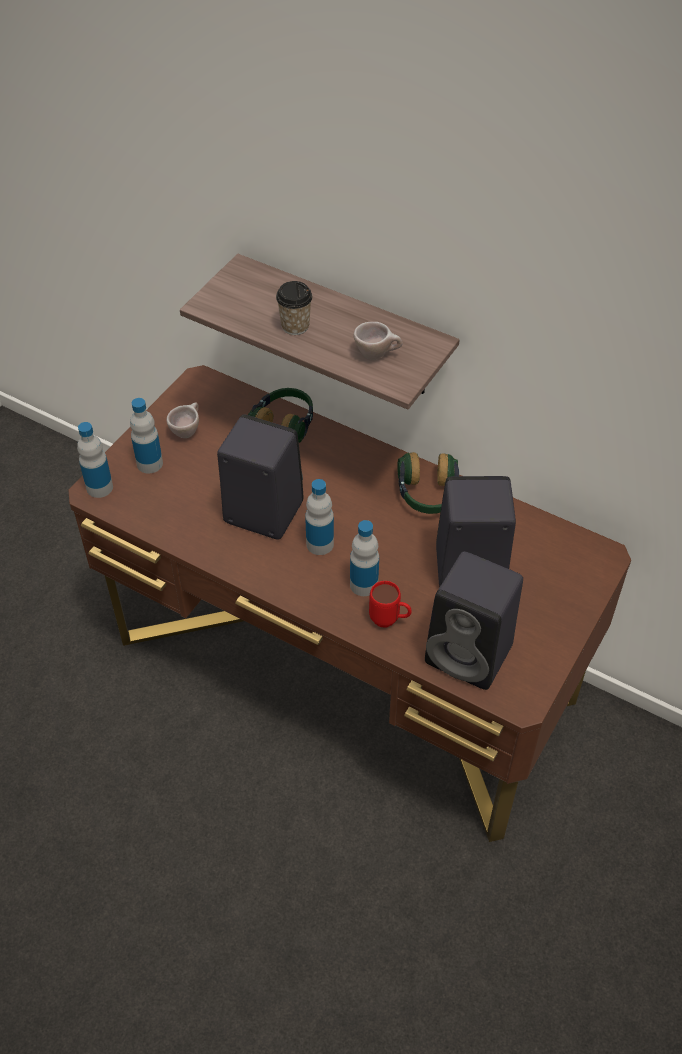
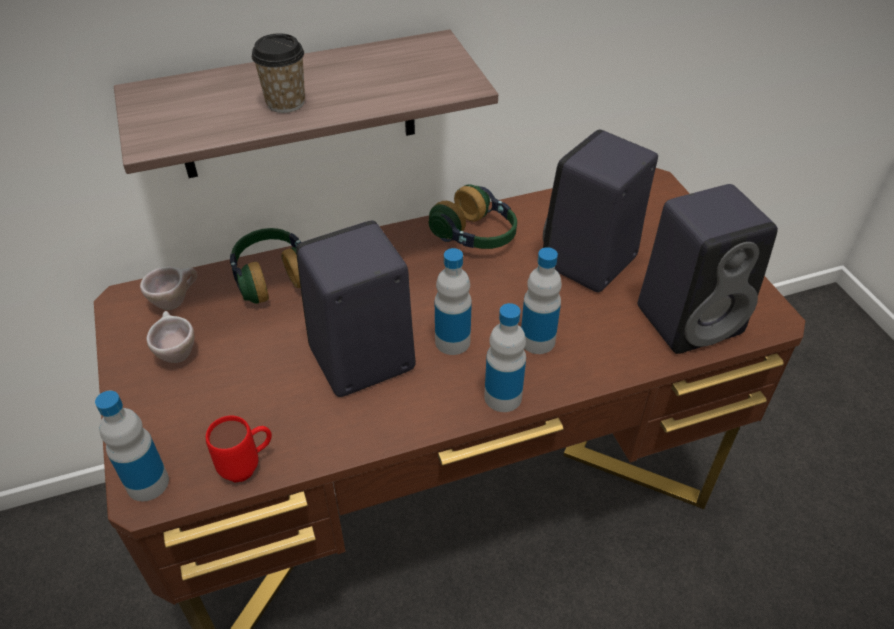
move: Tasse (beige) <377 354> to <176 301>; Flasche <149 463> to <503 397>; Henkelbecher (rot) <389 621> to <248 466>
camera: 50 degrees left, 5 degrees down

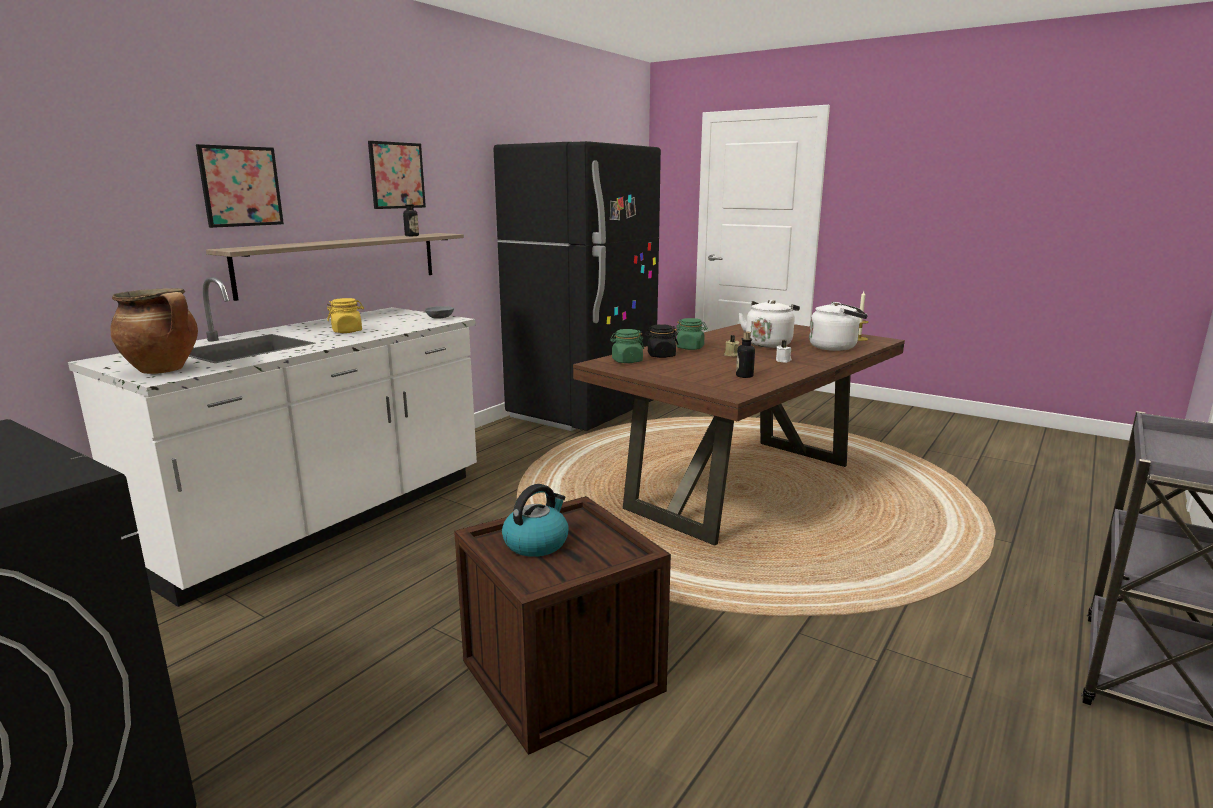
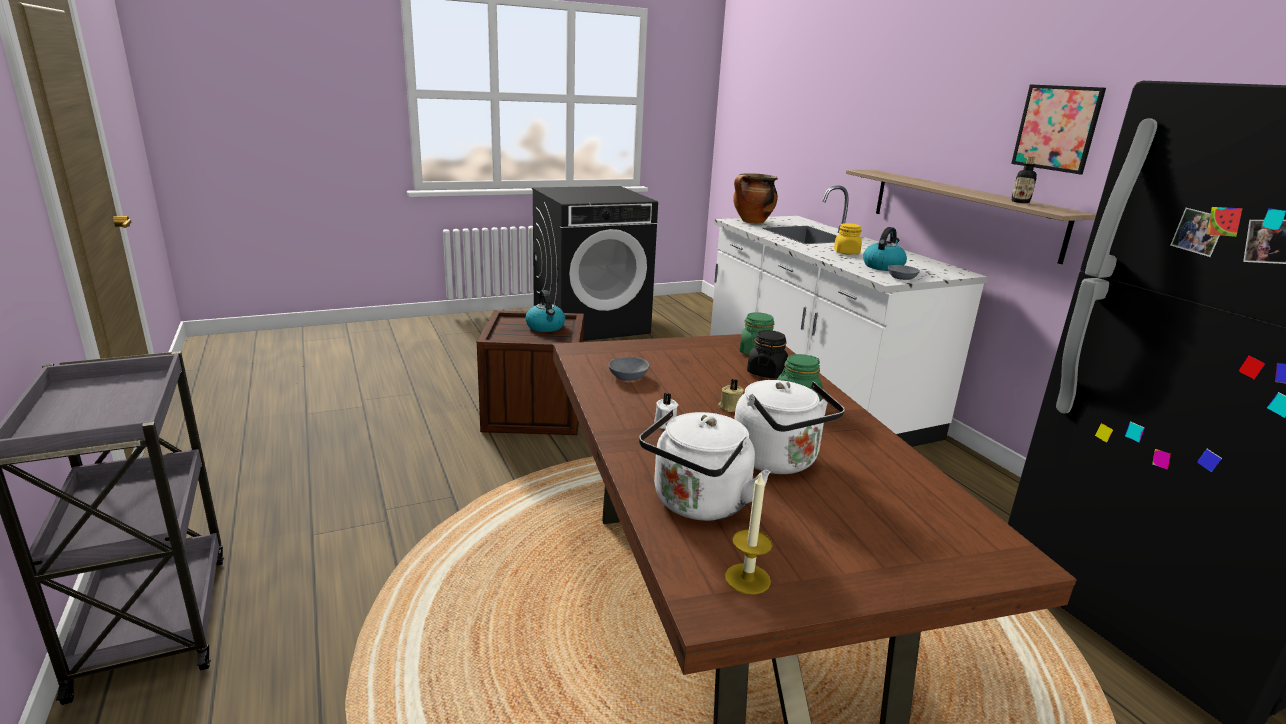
delete: Bild <241 186>
insert: Wasserkessel <883 266>
replace: Flasche <744 376> to Schüssel (grau) <627 376>
camera: 120 degrees right, 5 degrees up

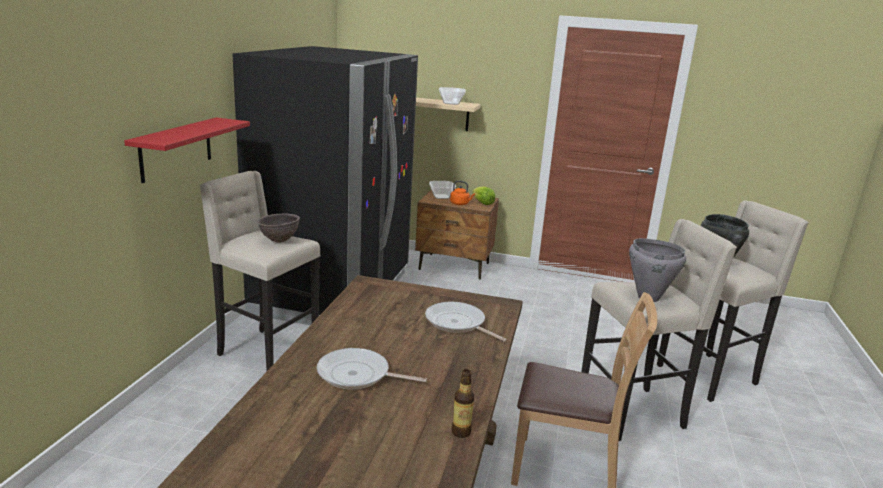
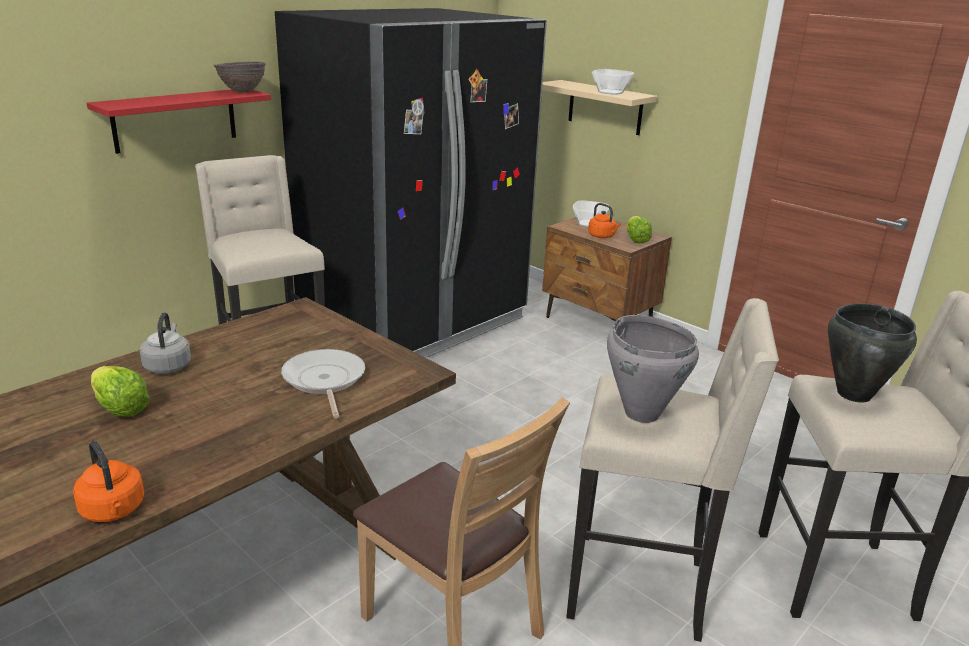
insert: Wasserkessel (grau) <168 365>
move: Schüssel (braun) <279 241> to <242 92>
replace: Pfanne <357 375> to Salatkopf <120 409>; Flasche <461 432> to Wasserkessel (orange) <114 511>
camera: 30 degrees right, 5 degrees up

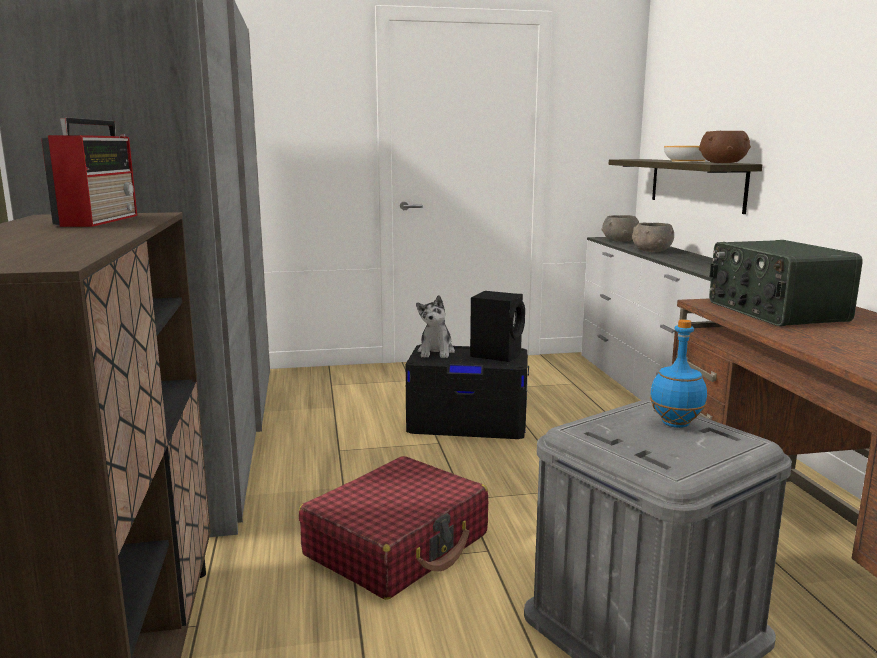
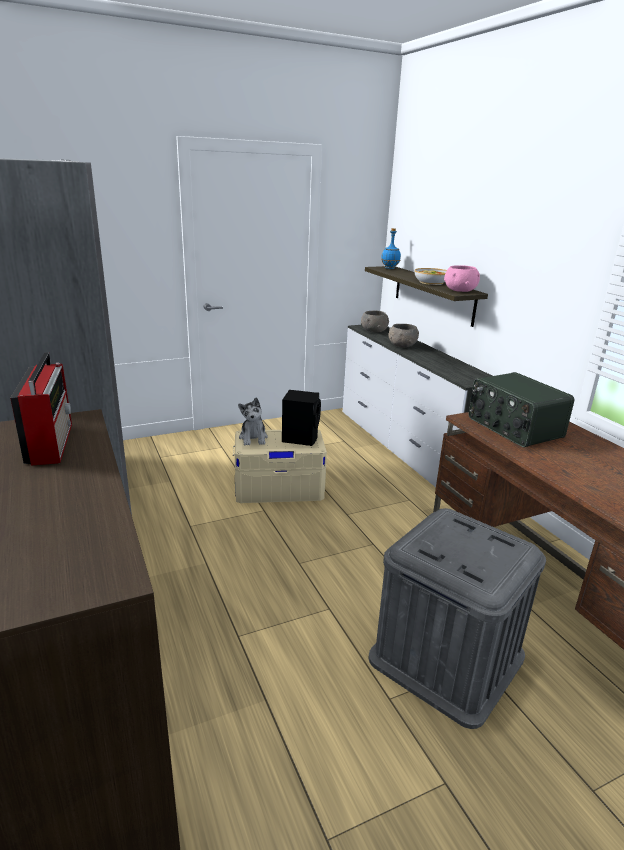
delete: Koffer (rot) <398 545>
move: Flasche (blau) <675 424> to <389 268>
recolor: Schüssel (braun) <722 163> to Schüssel (rosa) <460 290>; Aufbewahrungsbox (schwarz) <467 422> to Aufbewahrungsbox (beige) <279 487>
camera: 15 degrees left, 10 degrees up

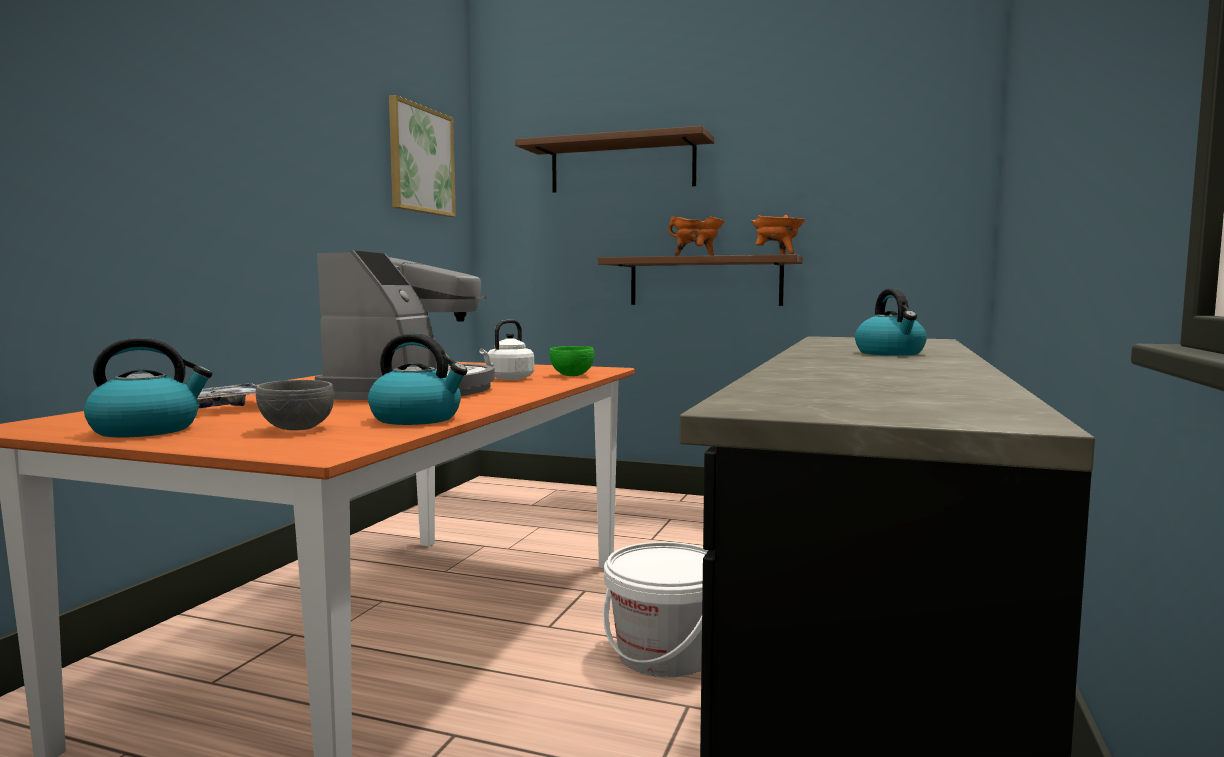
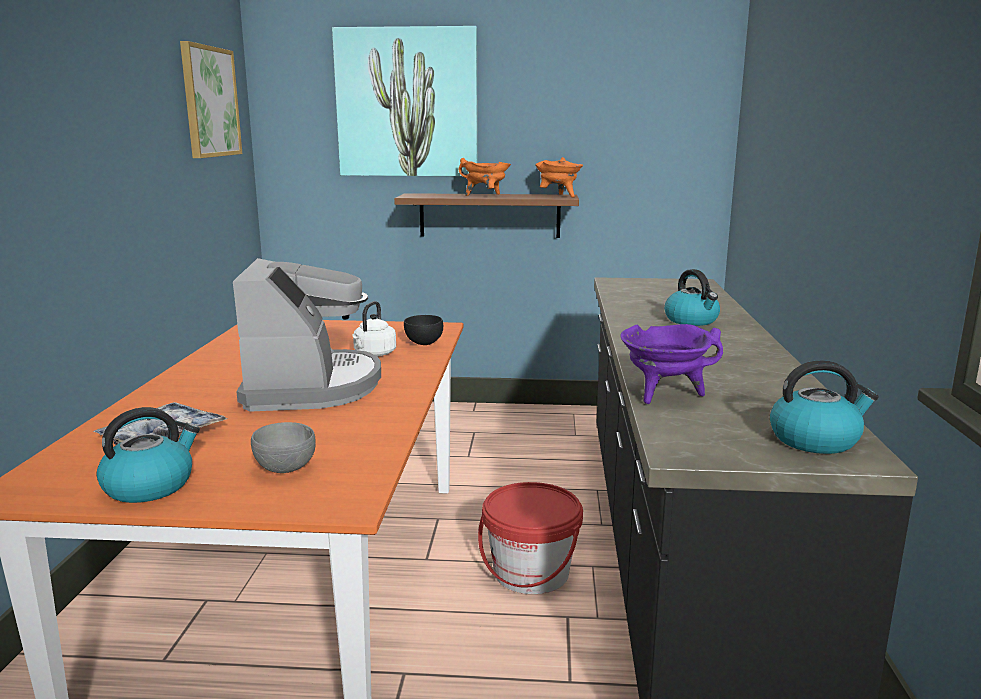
insert: Kochtopf (lila) <664 394>
move: Wasserkessel <417 419> to <815 440>
replace: Wandregal (braun) <622 166> to Bild <407 103>
recolor: Schüssel (grün) <572 375> to Schüssel (schwarz) <424 343>; Eimer (weiß) <665 655> to Eimer (rot) <531 573>
camera: 15 degrees left, 10 degrees up

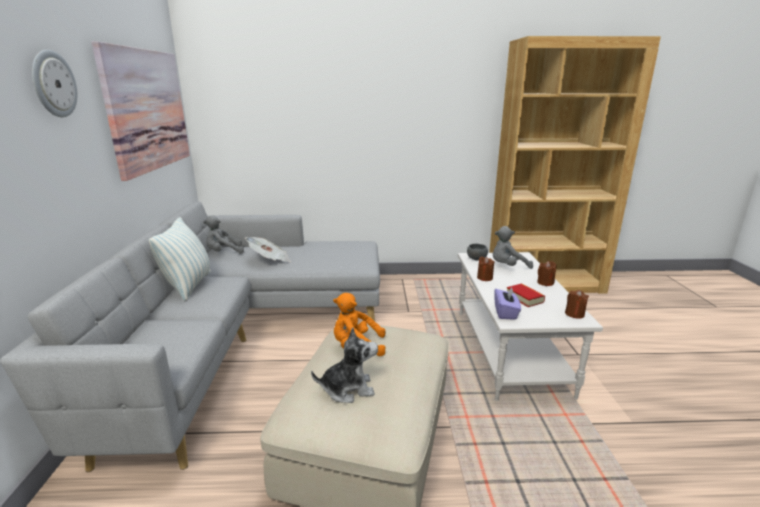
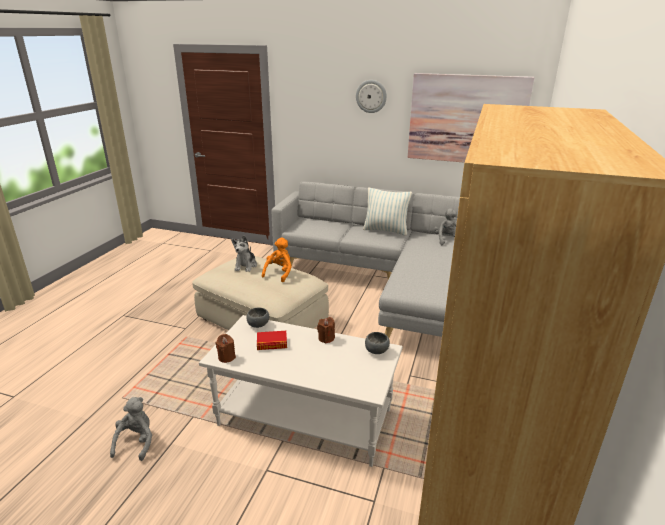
delete: Zeitung <270 260>; Kerze (braun) <545 283>
move: Plüschtier (grau) <508 266> to <136 442>
replace: Taschentuchbox (lila) <505 313> to Schüssel (grau) <259 325>
camera: 110 degrees right, 5 degrees up

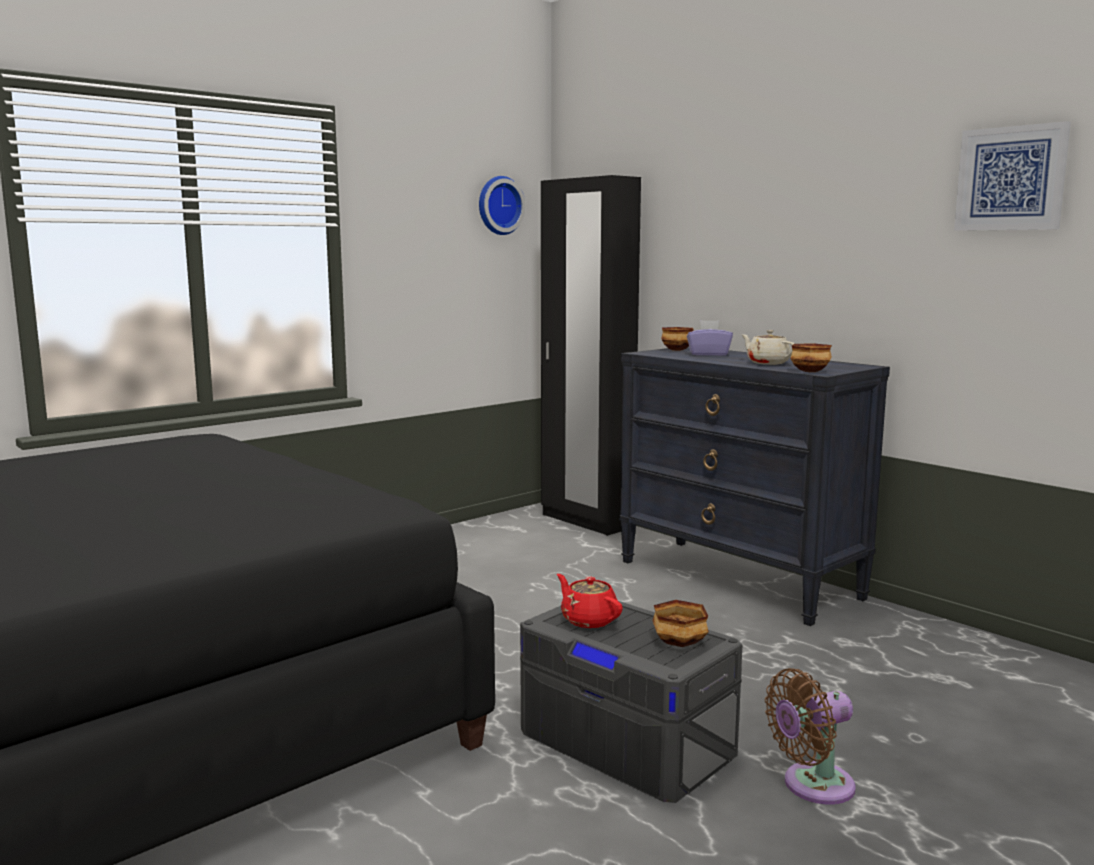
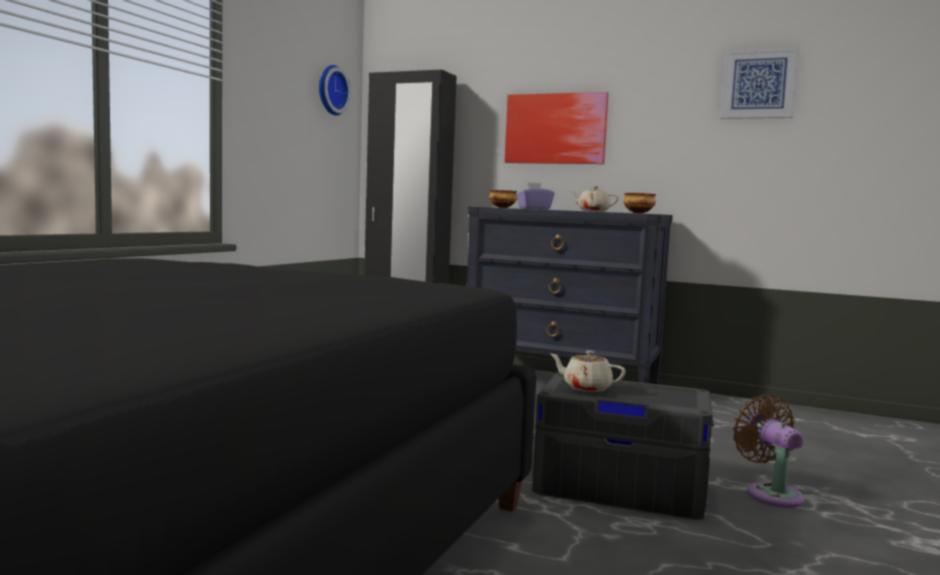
delete: Schüssel <679 642>
insert: Bild <555 129>
recolor: Teekanne (rot) <588 620> to Teekanne (beige) <586 388>
rotate: Ventilator (braun) <812 786> = <770 493> 120 degrees clockwise
camera: 25 degrees left, 5 degrees down

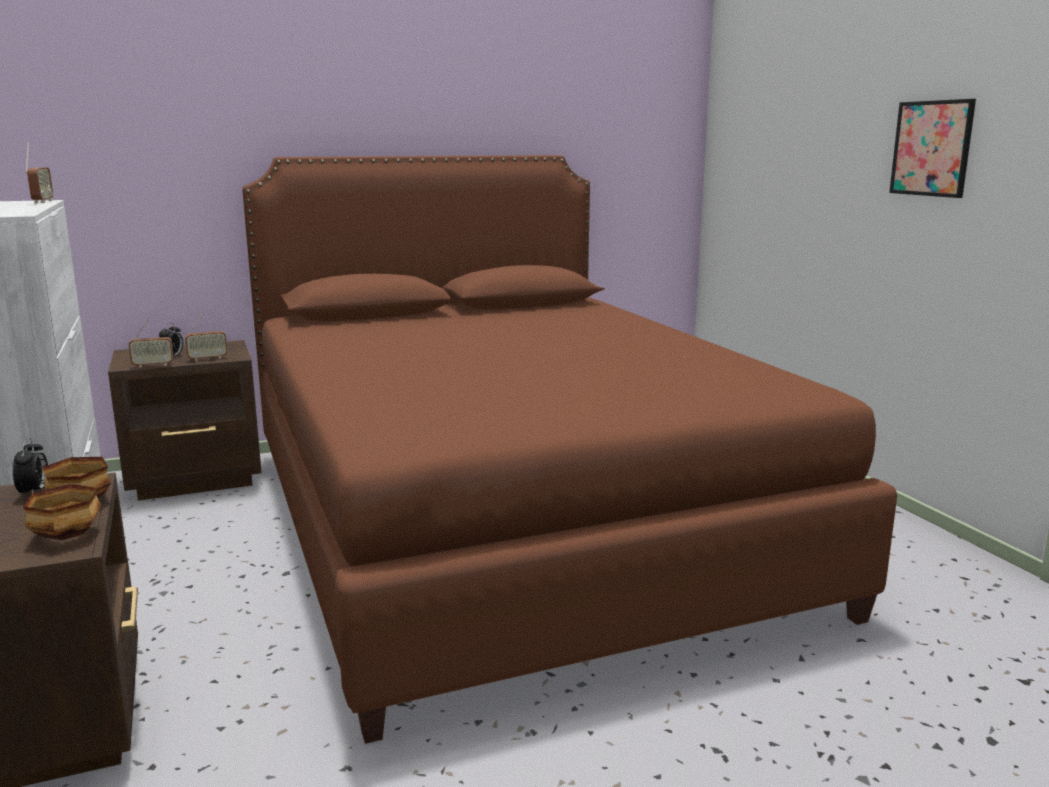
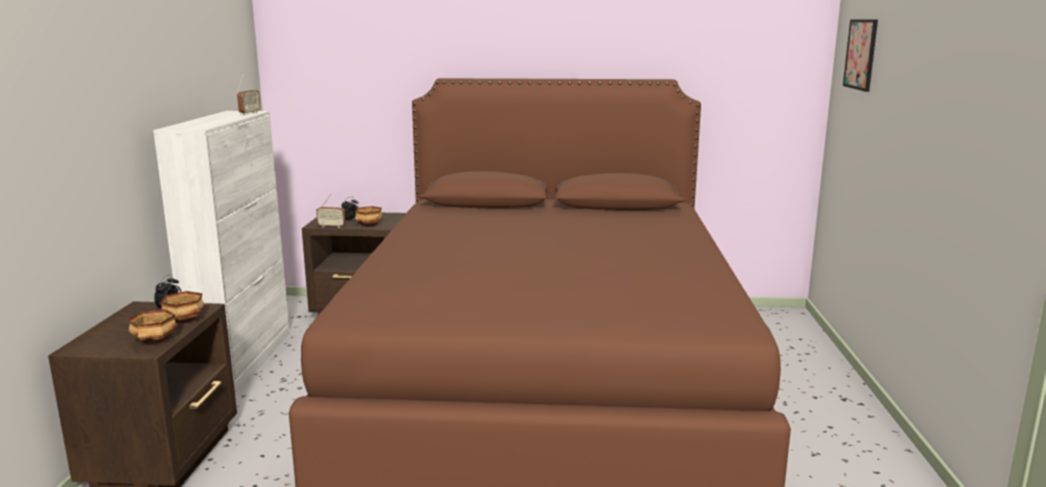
move: Bild <931 148> to <861 54>
replace: Radio <207 359> to Schüssel <370 225>
camera: 25 degrees right, 0 degrees up

